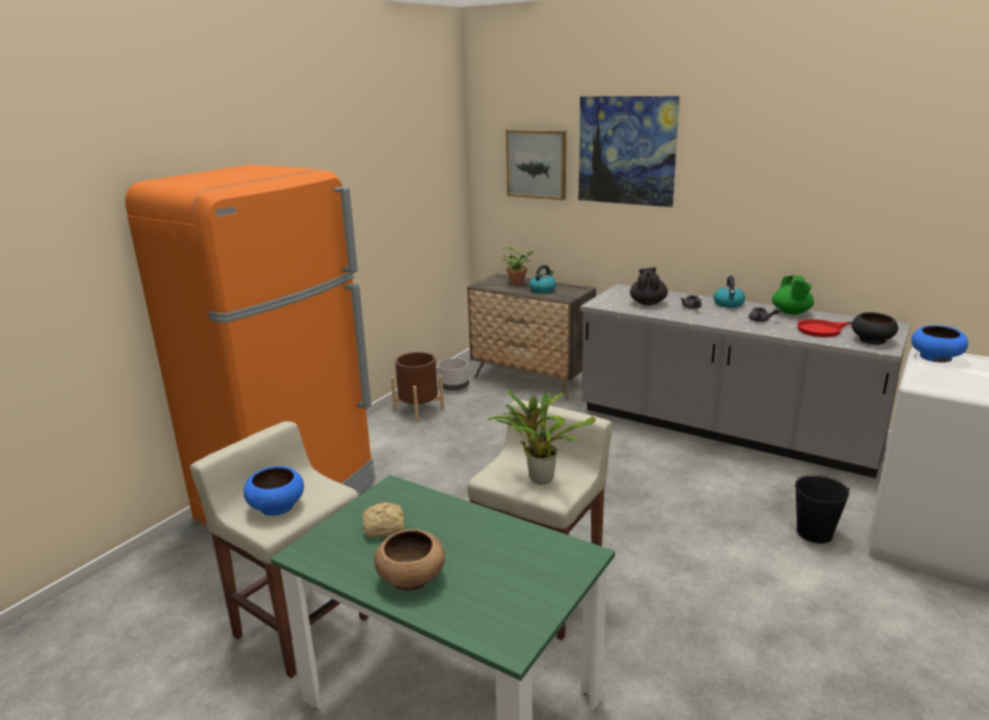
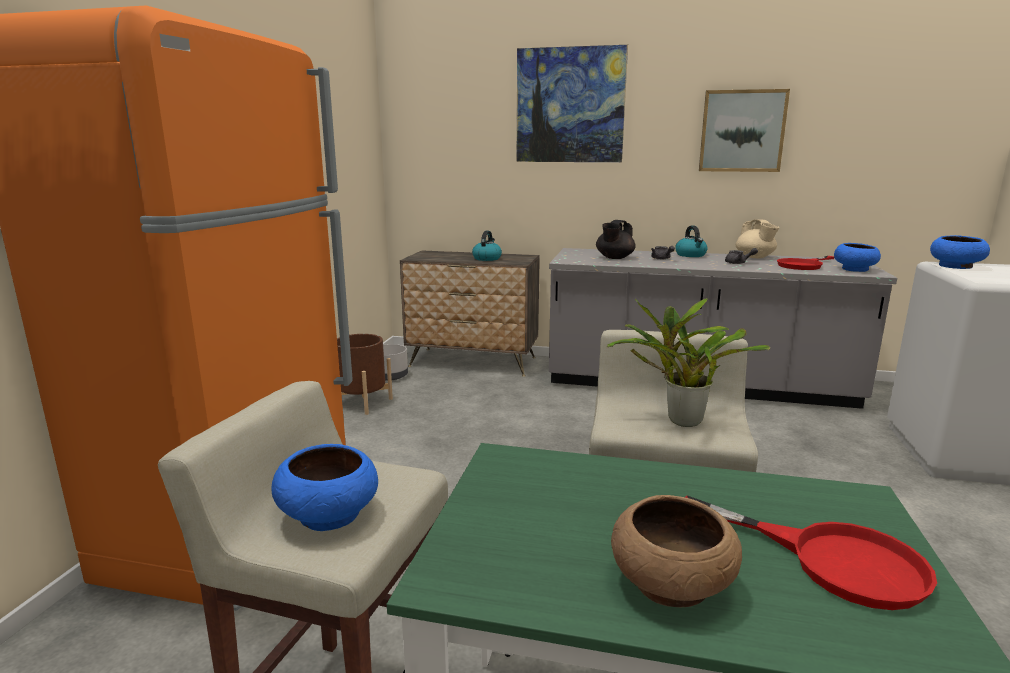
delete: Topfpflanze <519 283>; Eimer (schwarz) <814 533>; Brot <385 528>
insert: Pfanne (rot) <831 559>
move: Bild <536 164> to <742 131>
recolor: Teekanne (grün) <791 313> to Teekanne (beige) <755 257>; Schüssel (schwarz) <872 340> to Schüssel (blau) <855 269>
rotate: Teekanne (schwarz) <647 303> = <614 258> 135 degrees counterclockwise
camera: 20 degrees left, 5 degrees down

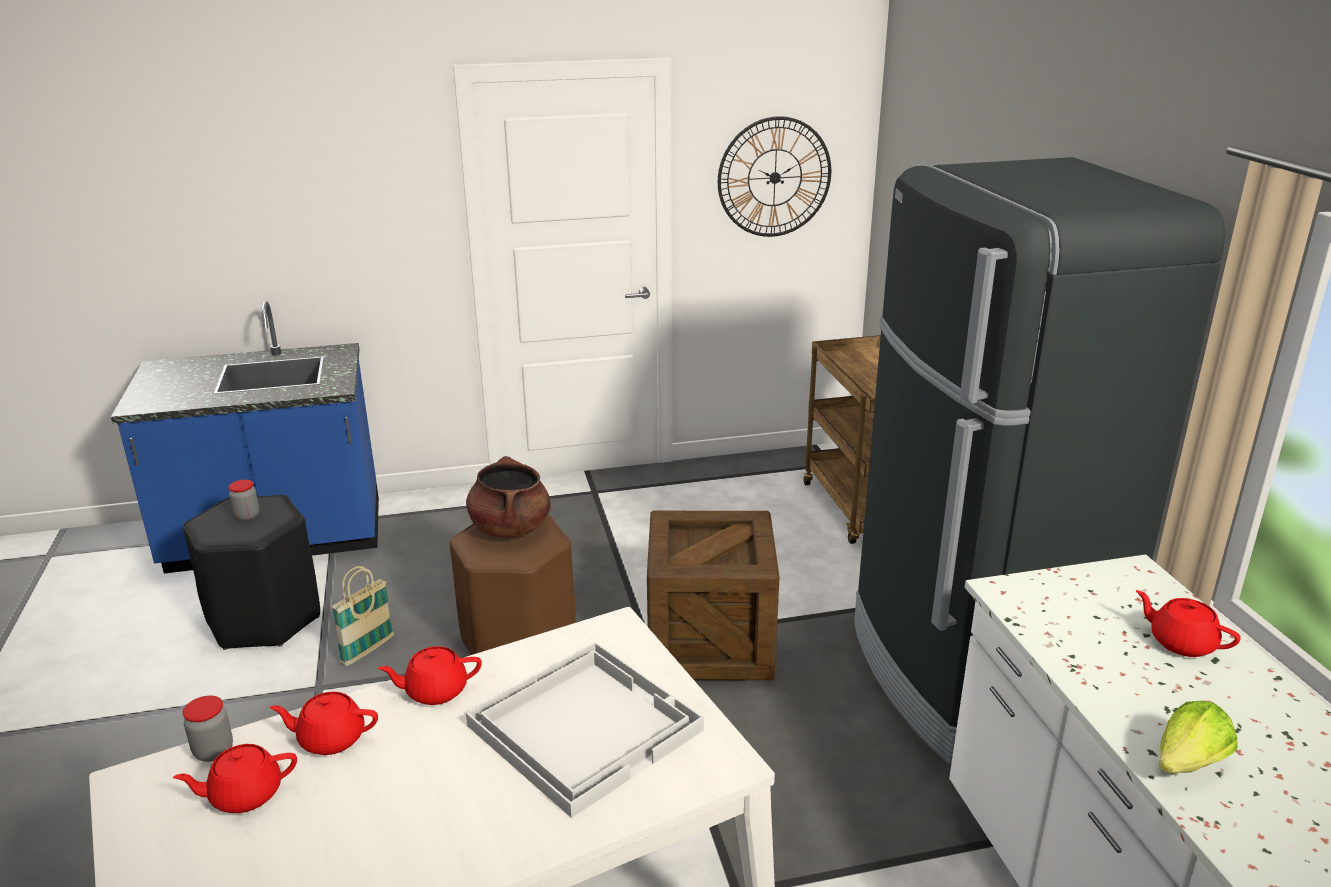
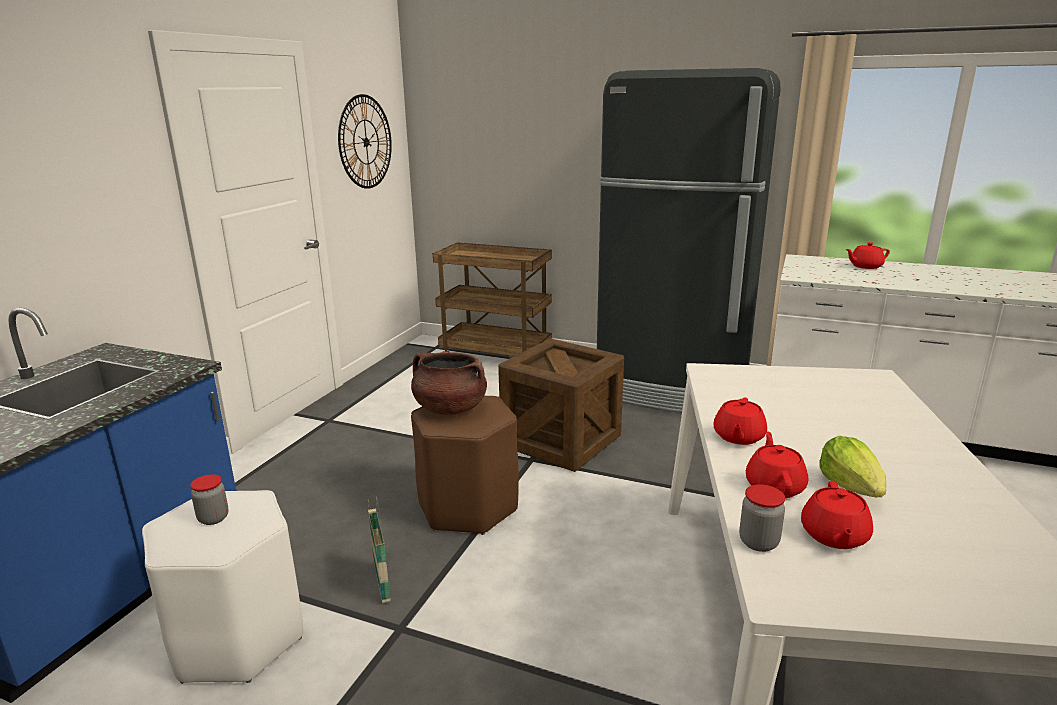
delete: Tablett (weiß) <585 726>
move: Salatkopf <1189 763> to <851 487>
recolor: Hocker (schwarz) <264 619> to Hocker (weiß) <238 638>
rotate: Teekanne (rot) <330 739> = <774 486> 150 degrees clockwise
camera: 55 degrees left, 5 degrees down

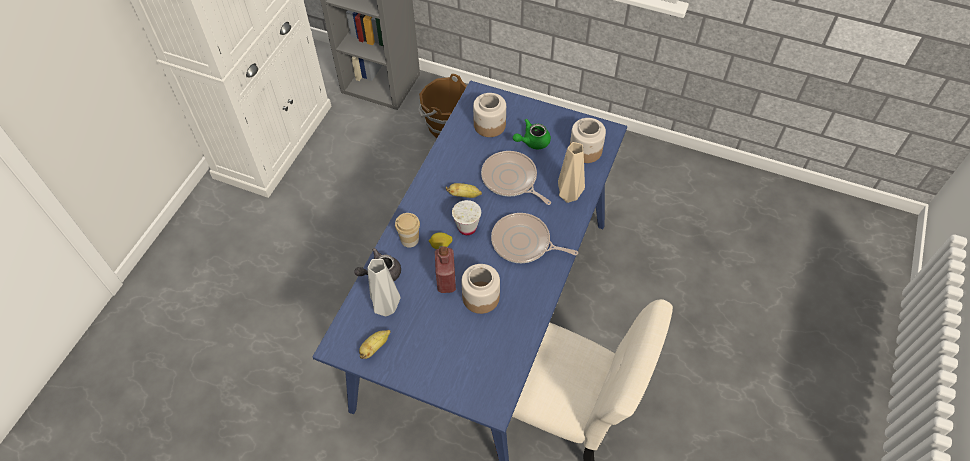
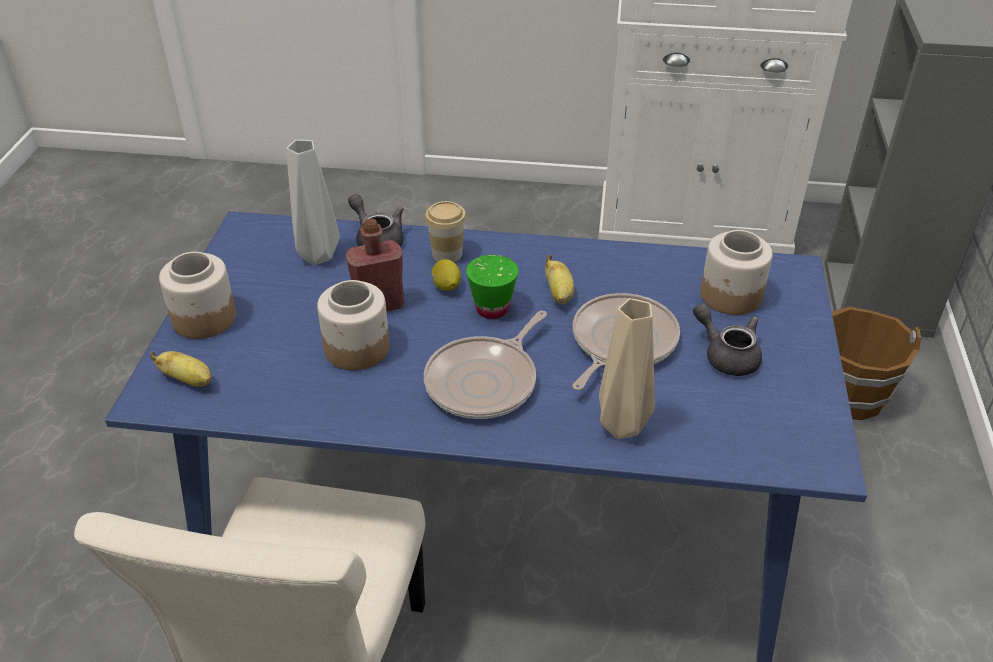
move: Vorratsglas <585 151> to <203 318>; Banane <375 347> to <189 380>
recolor: Teekanne (grün) <532 141> to Teekanne (grau) <726 355>; Tasse (weiß) <467 228> to Tasse (grün) <492 309>
rotate: Pfanne <524 243> = <485 381> 150 degrees counterclockwise
camera: 75 degrees right, 15 degrees down

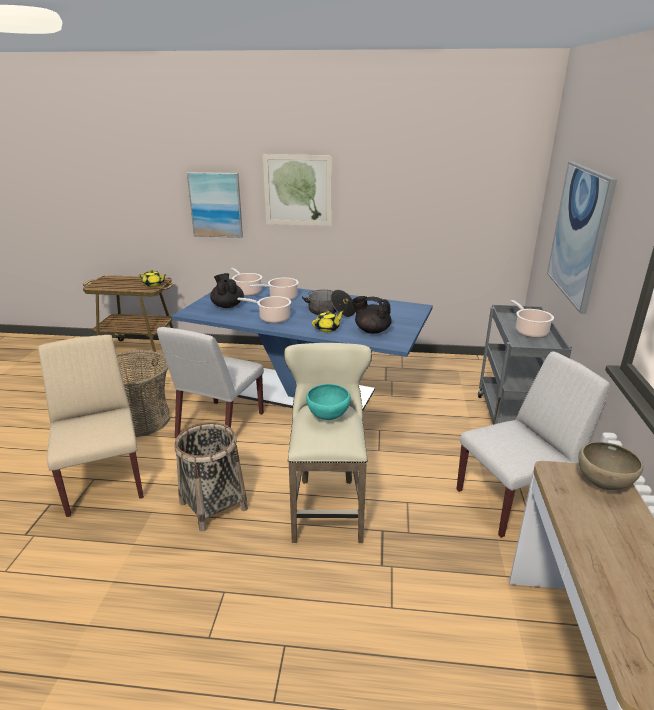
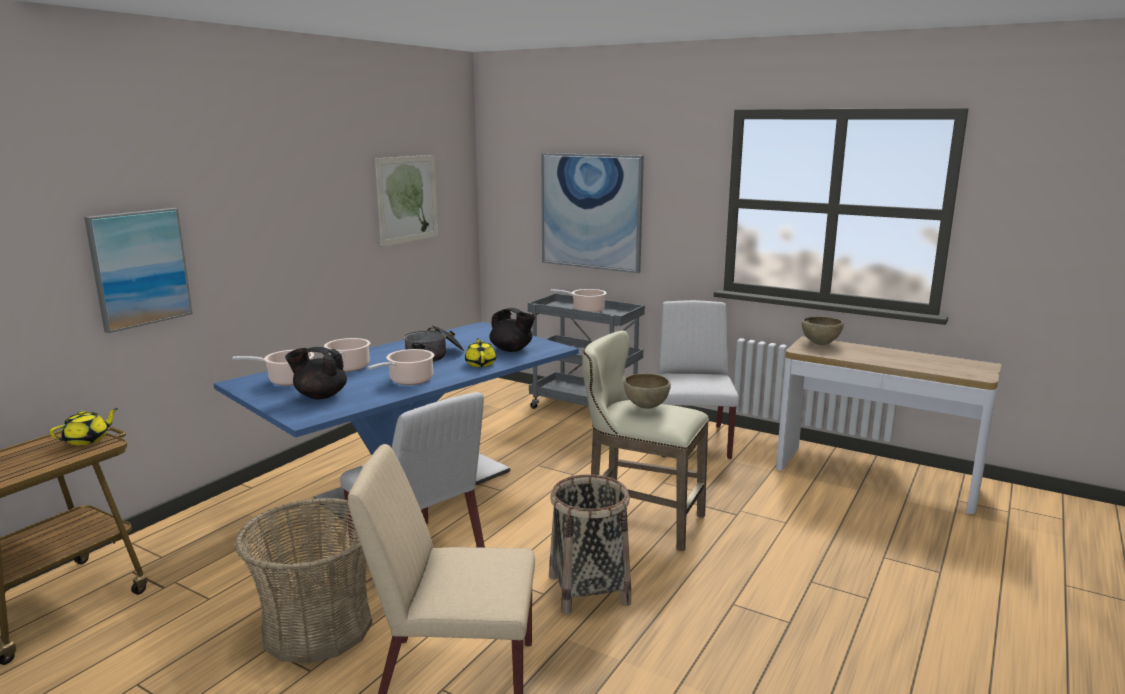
move: Bild <298 190> to <407 199>
recolor: Schüssel (türkis) <328 417> to Schüssel (braun) <645 407>
rotate: Teekanne (schwarz) <371 330> = <512 350> 105 degrees counterclockwise
camera: 65 degrees left, 10 degrees down

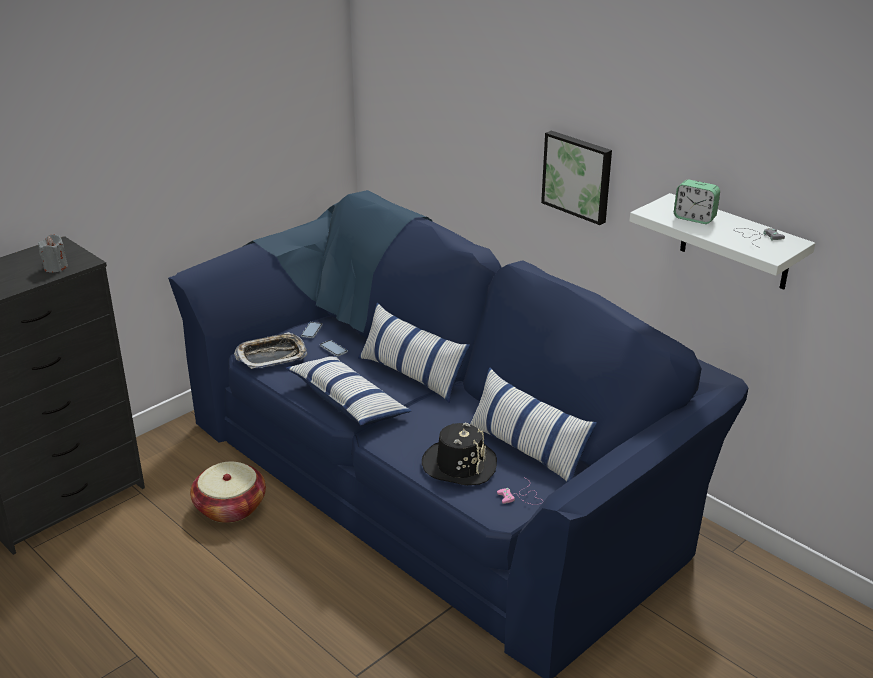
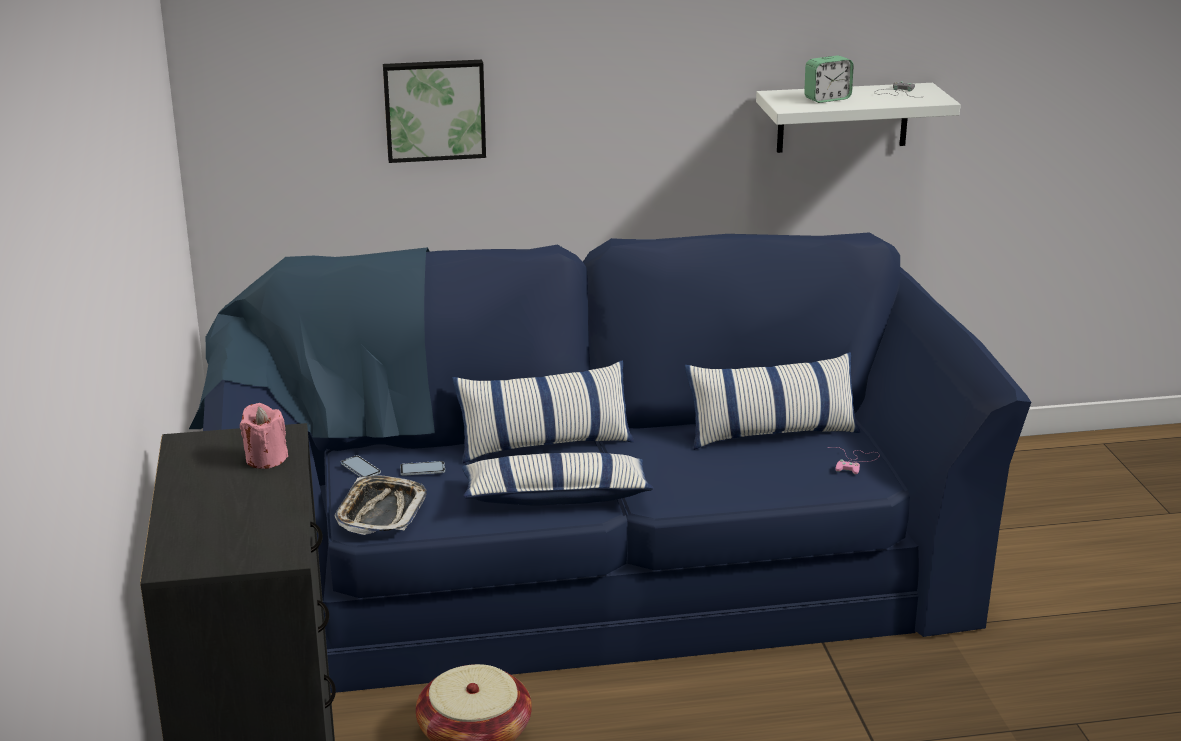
delete: Hut (schwarz) <459 464>
move: Bild <578 176> to <434 109>
recolor: Kerze (grau) <55 267> to Kerze (rosa) <266 459>
camera: 55 degrees left, 5 degrees down

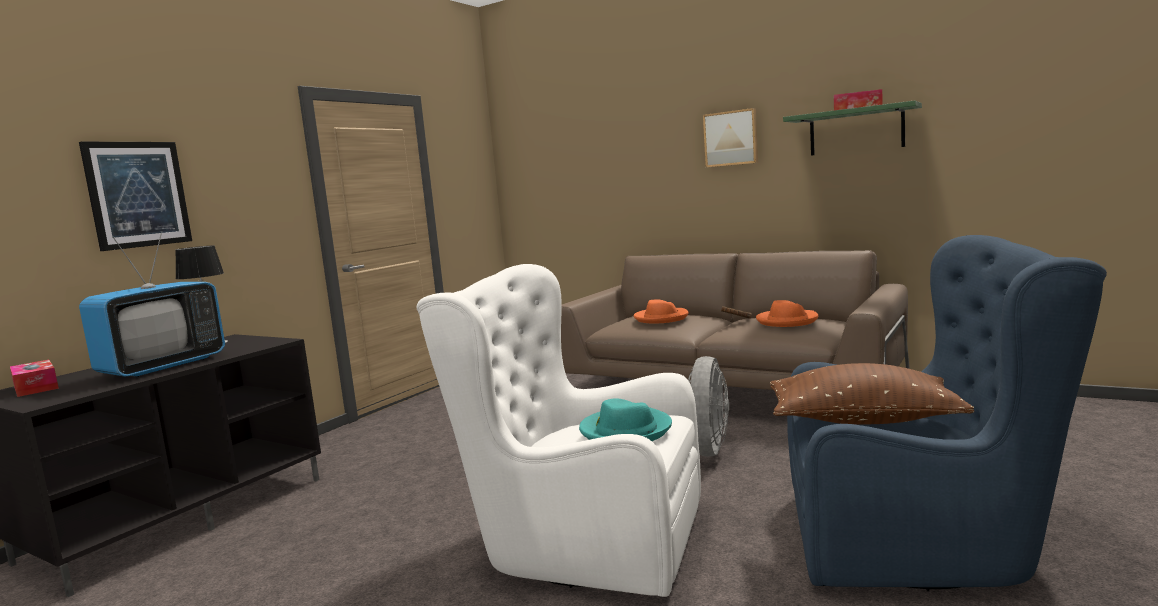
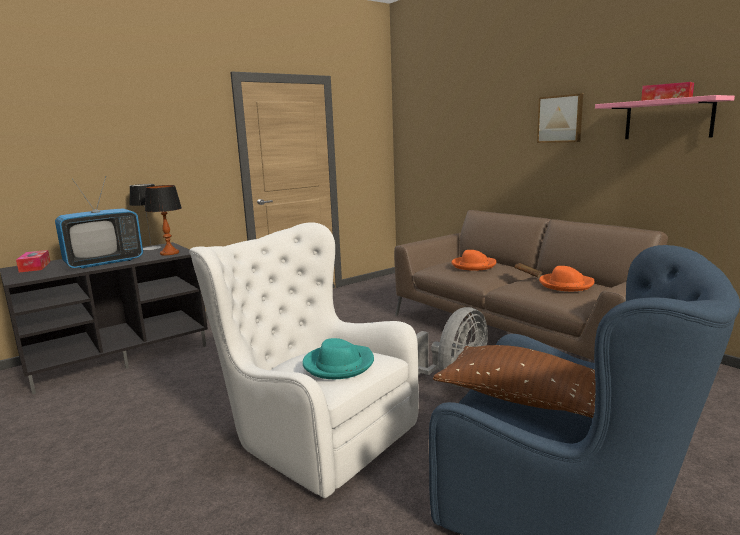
delete: Bild <137 194>
insert: Tischlampe <170 253>
recolor: Wandregal (grün) <856 131> to Wandregal (rosa) <668 119>
camera: 20 degrees right, 5 degrees up

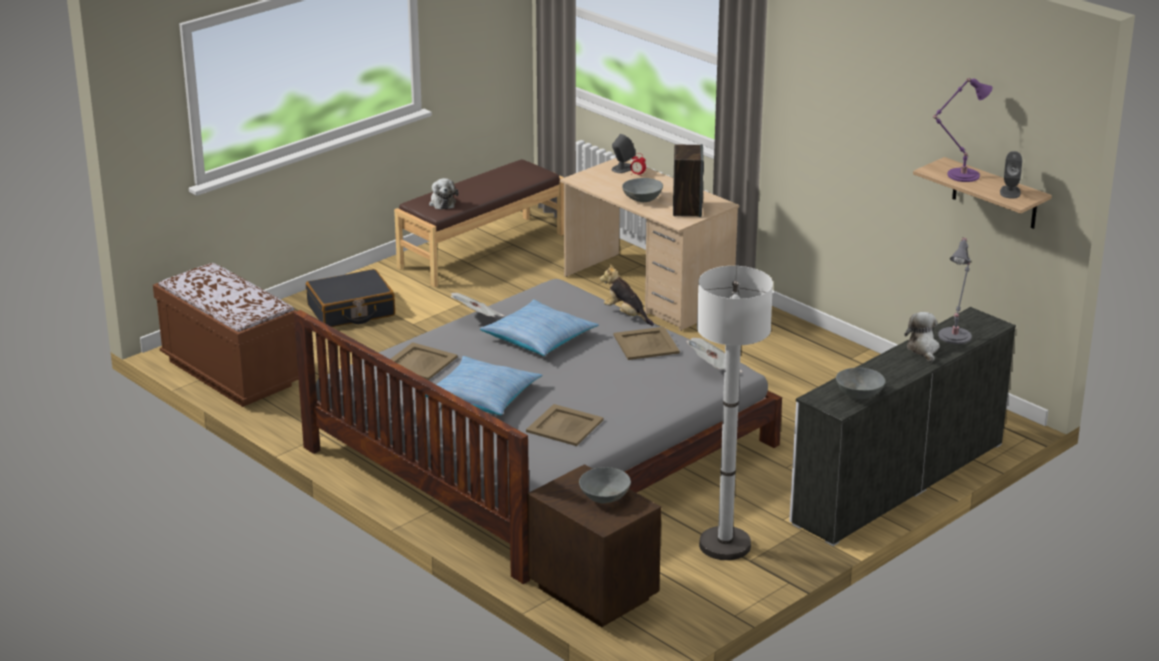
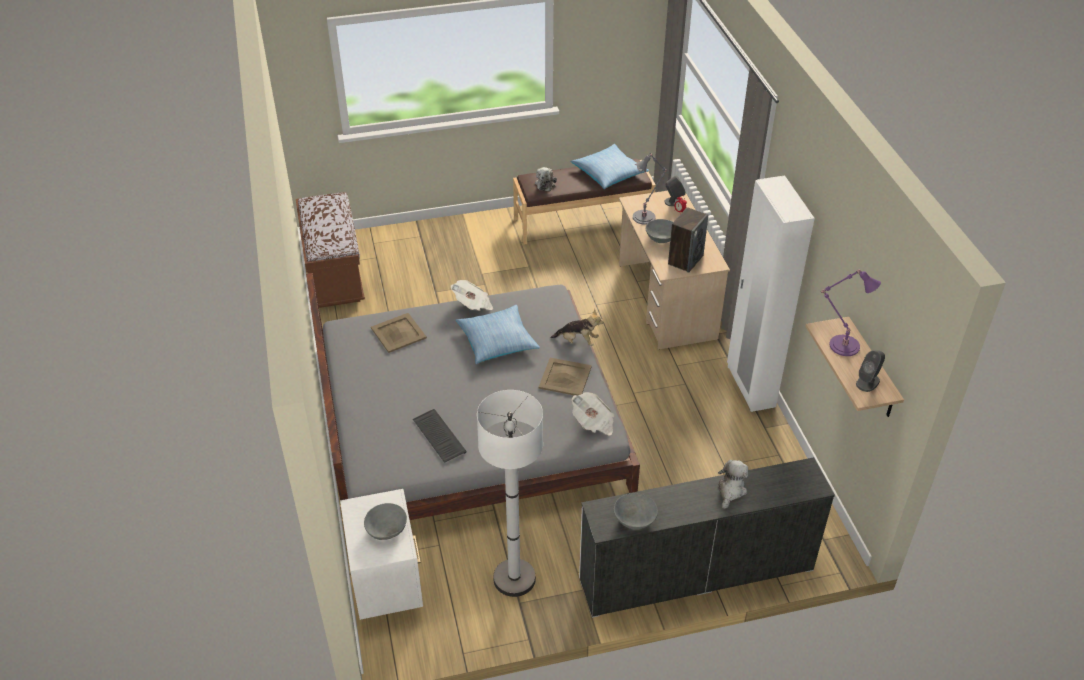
delete: Koffer (schwarz) <351 311>
insert: Kleiderschrank (weiß) <750 386>
move: Tischlampe (grau) <955 335> to <645 216>; Kissen <483 396> to <609 173>
replace: Tablett (beige) <564 426> to Tastatur <438 436>
recolor: Nachttisch (braun) <593 592> to Nachttisch (weiß) <387 581>
rotate: Plüschtier <626 315> = <578 341> 120 degrees clockwise
camera: 30 degrees right, 15 degrees up

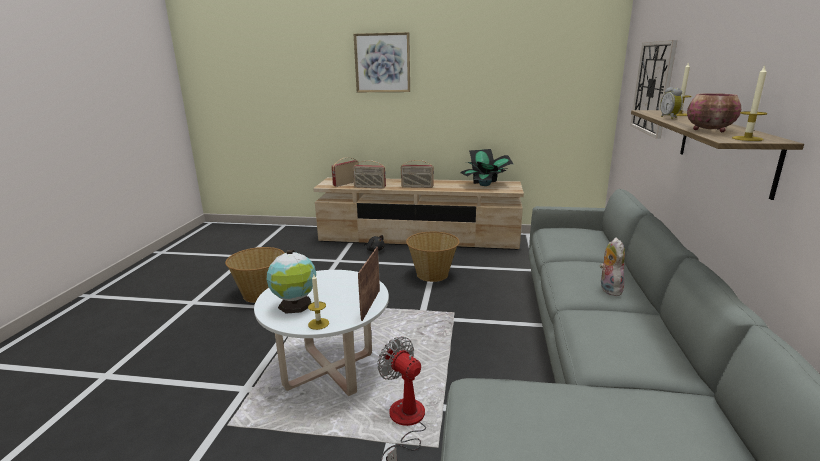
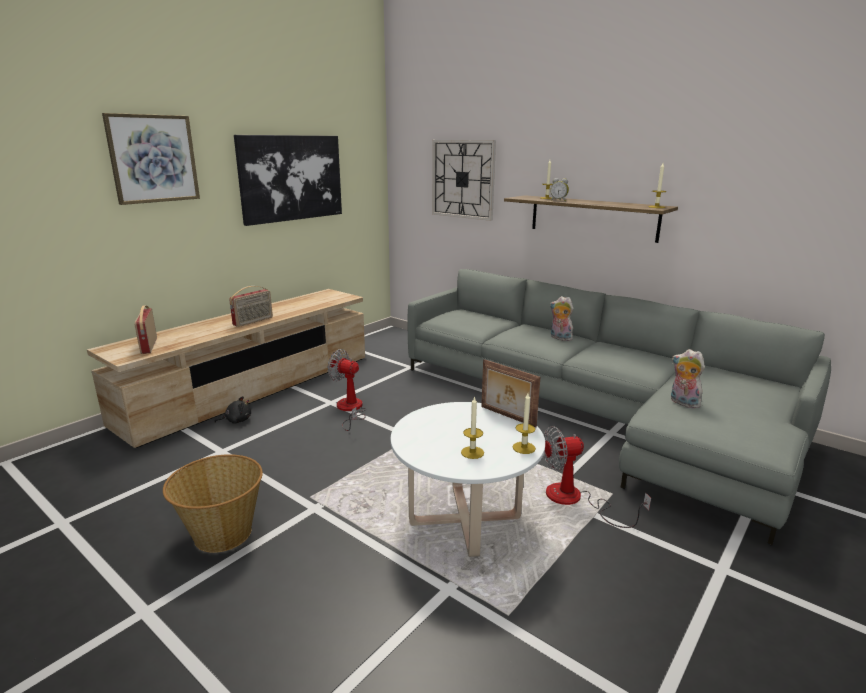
delete: Schüssel <710 130>; Topfpflanze <485 185>; Radio <369 187>
insert: Bild <291 178>; Plüschtier <682 403>
replace: Korb <432 275> to Ventilator <350 410>; Globus <295 306> to Kerze <472 452>
camera: 60 degrees left, 0 degrees up

